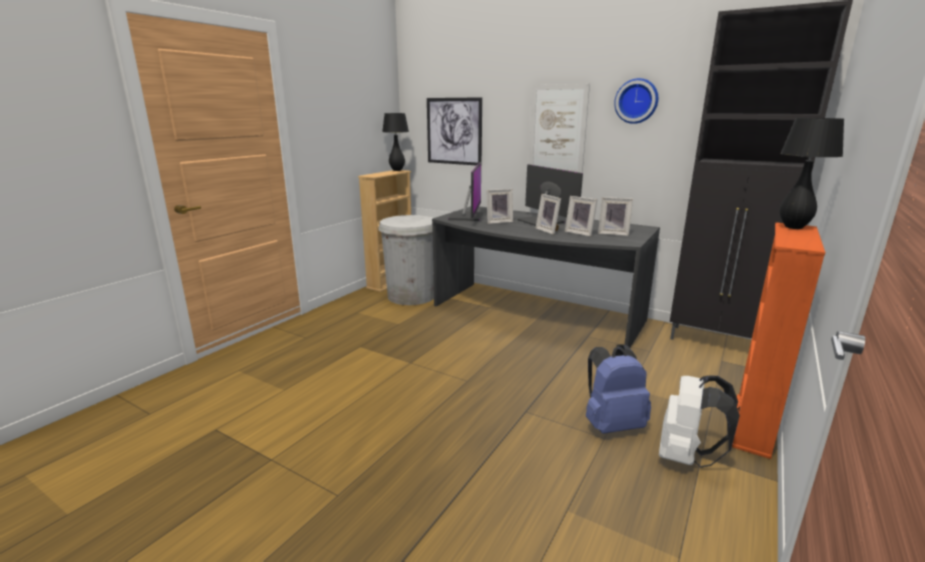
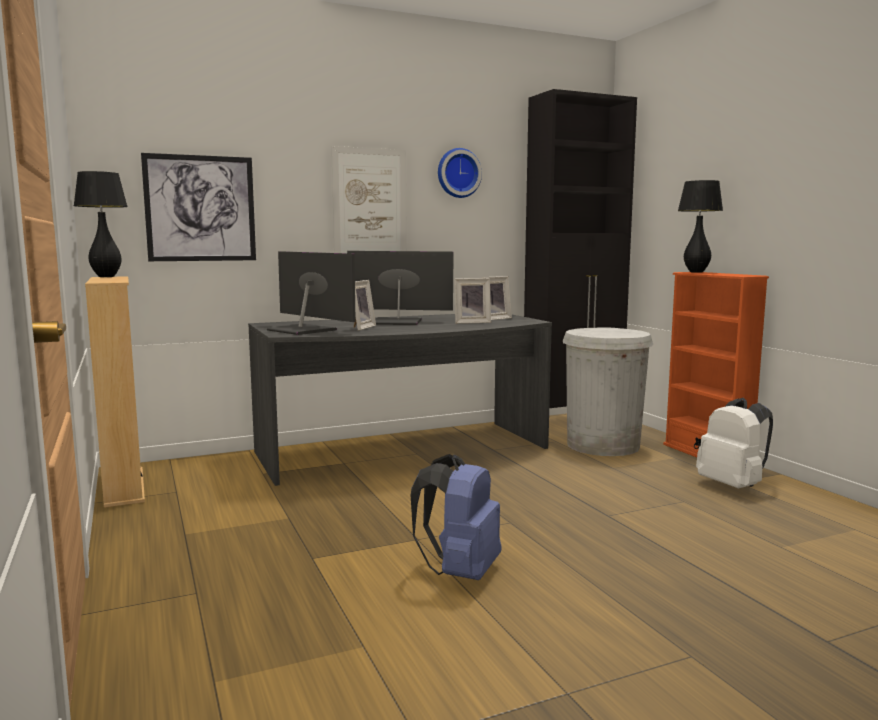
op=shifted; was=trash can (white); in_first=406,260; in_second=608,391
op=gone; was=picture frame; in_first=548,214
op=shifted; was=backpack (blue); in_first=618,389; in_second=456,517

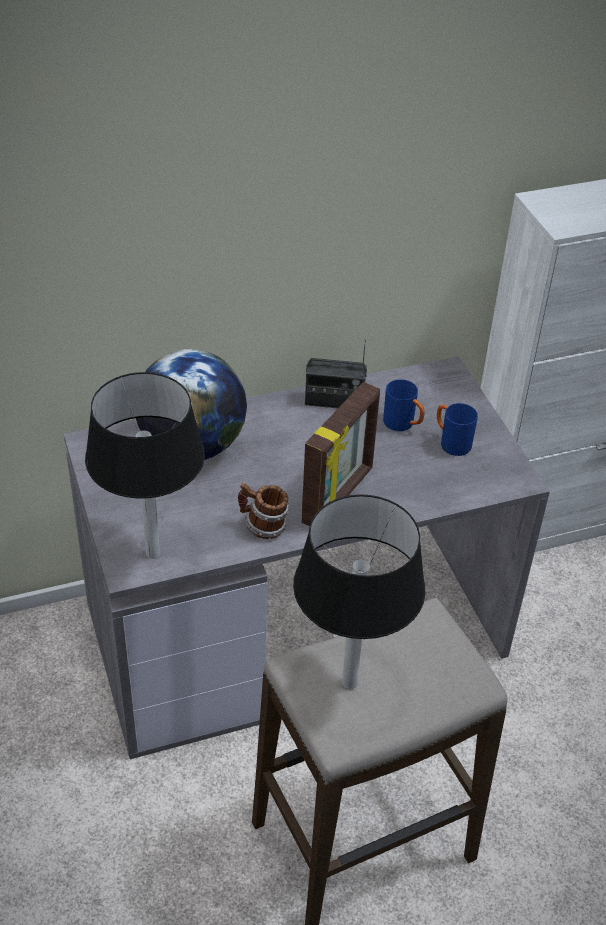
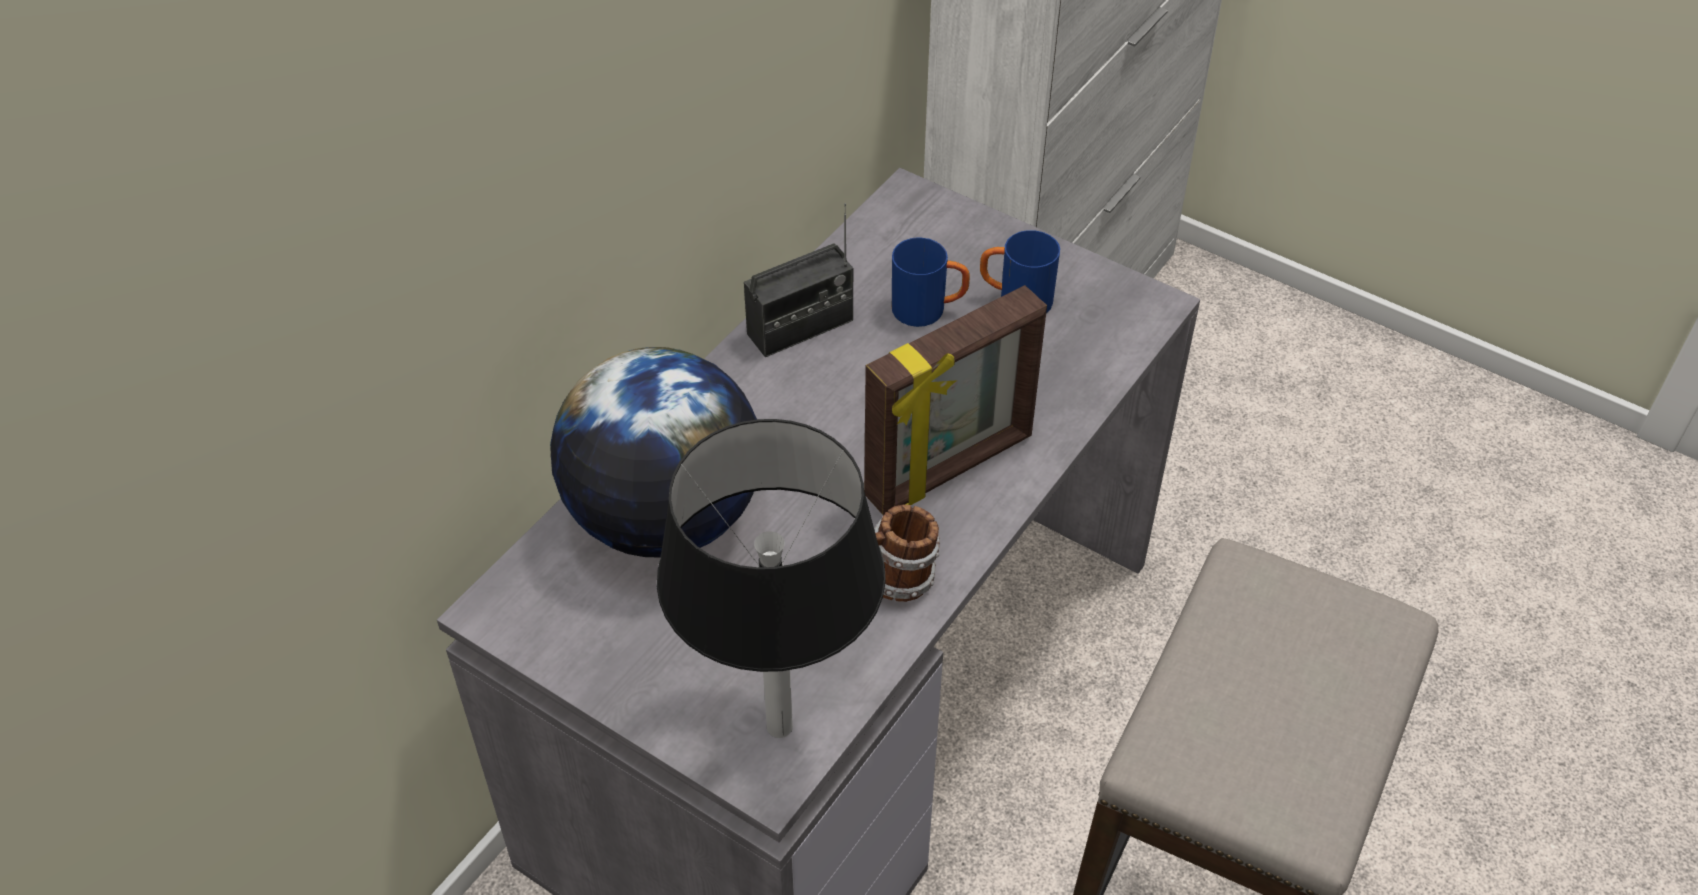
op=gone; was=table lamp (black); in_first=359,591
op=rotated; was=picture frame; in_first=340,454; in_second=955,400; clockwise=60

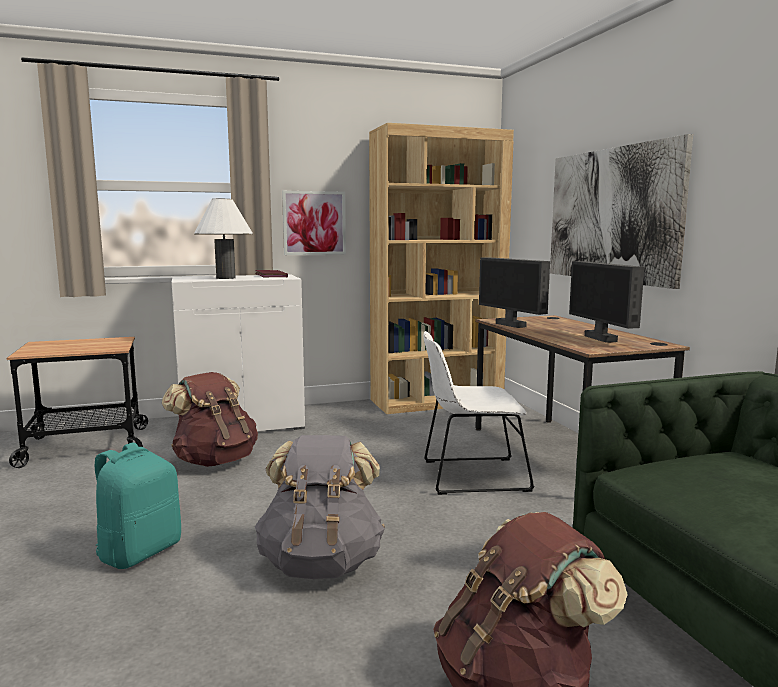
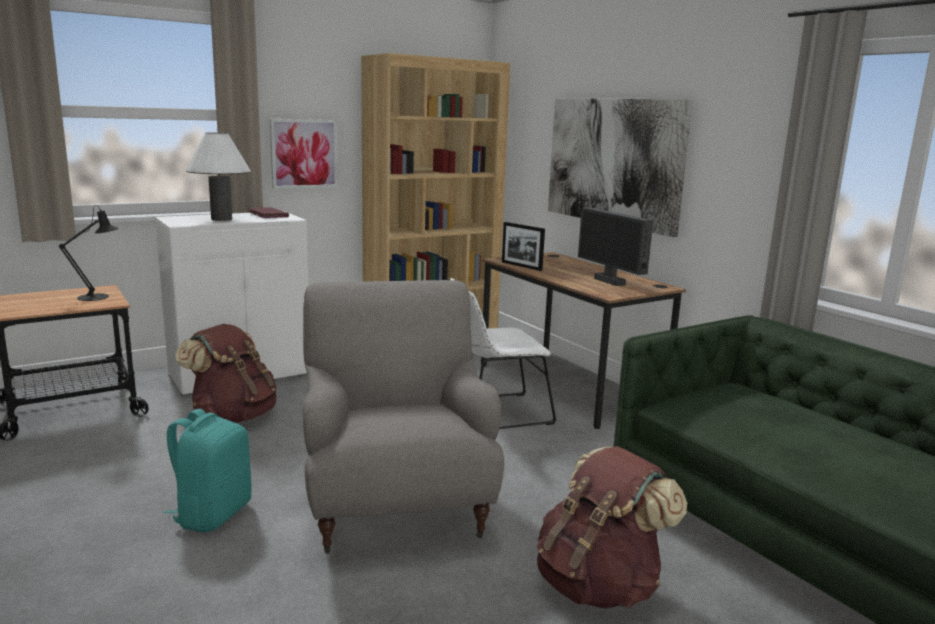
op=swapped; was=backpack (grey); now=armchair (grey); in_first=320,507; in_second=403,417
op=swapped; was=monitor; now=picture frame; in_first=514,292; in_second=523,246
op=new; now=table lamp (black); in_second=88,253

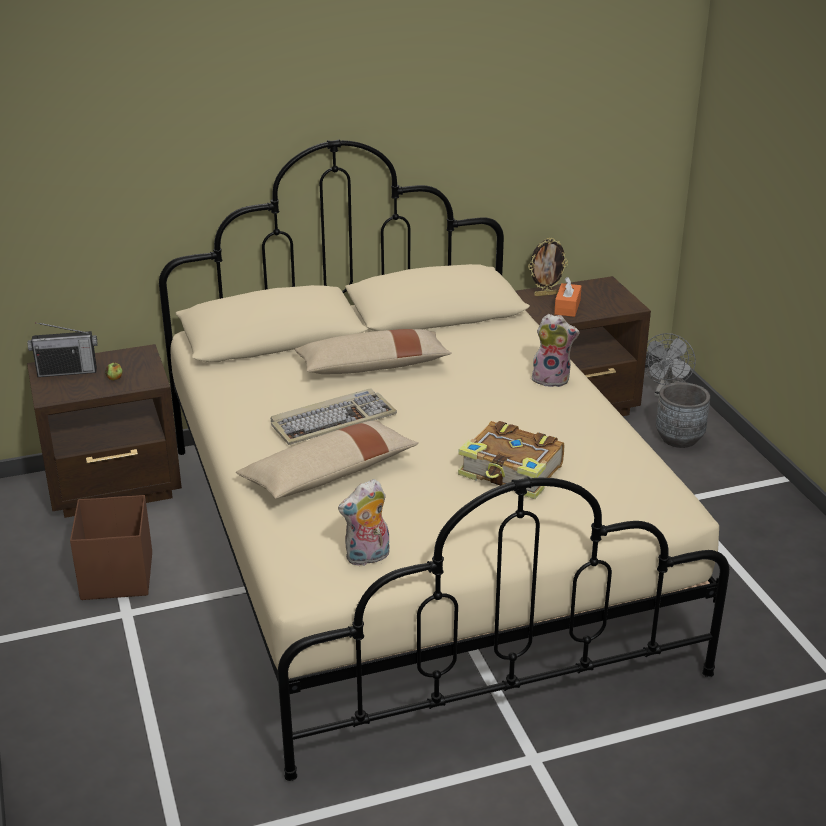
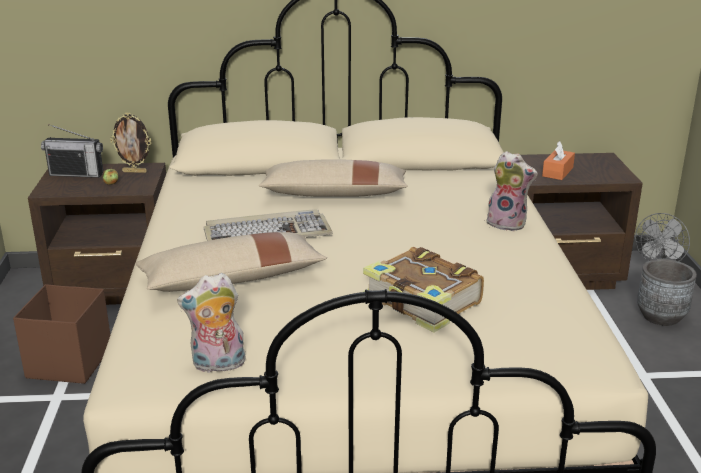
op=shifted; was=picture frame; in_first=548,267; in_second=130,143

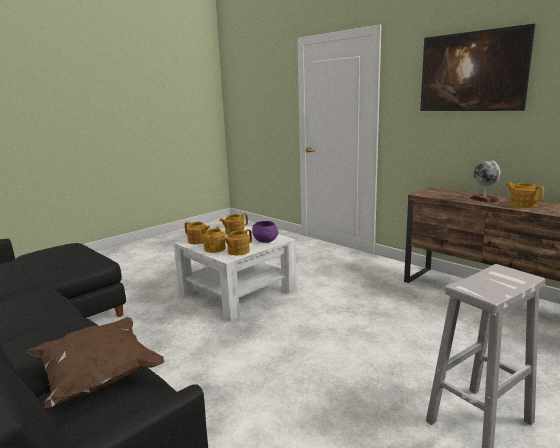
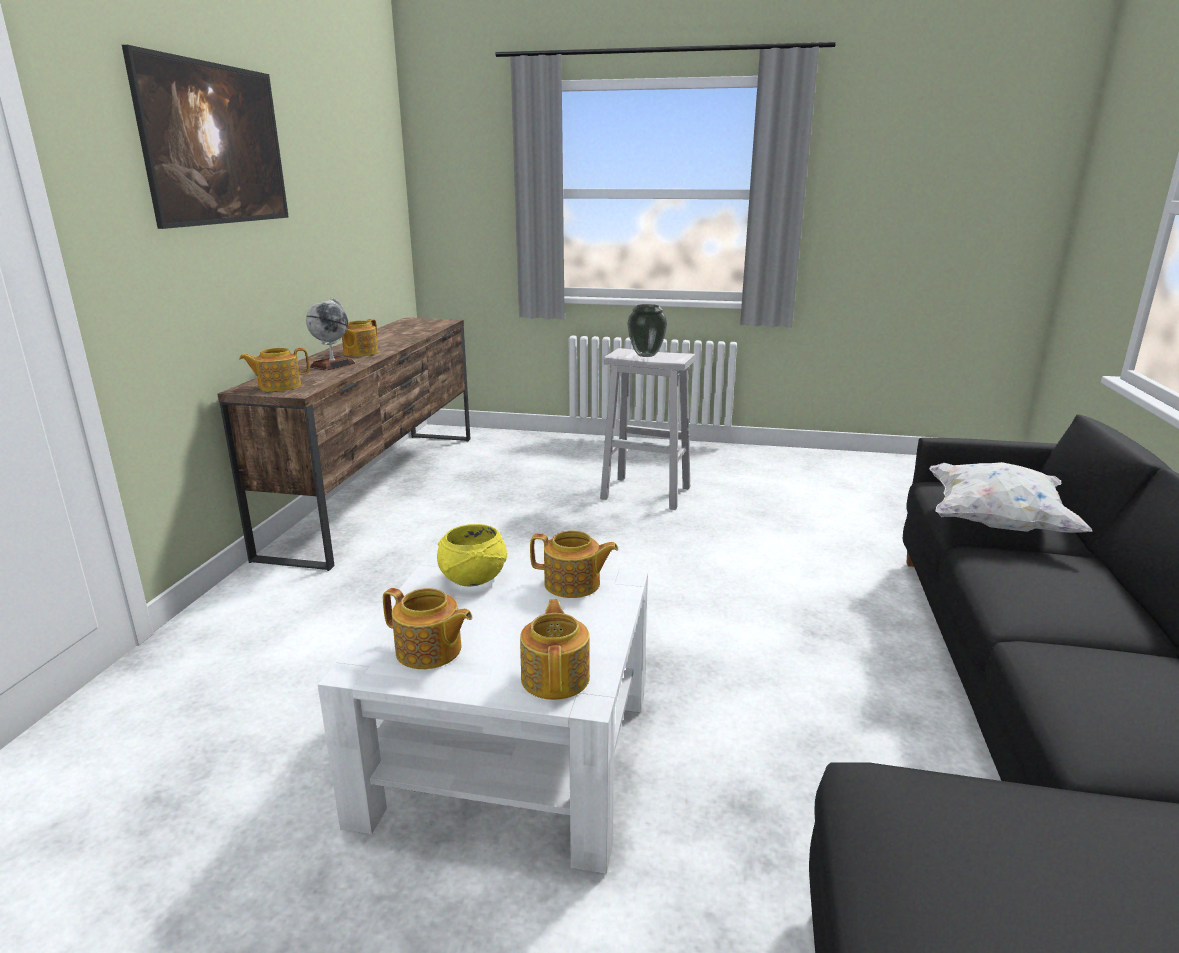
op=repainted; was=pillow (brown); now=pillow (white); in_first=96,362; in_second=1011,497
op=shifted; was=teapot; in_first=214,239; in_second=274,369
op=repainted; was=bowl (purple); now=bowl (yellow); in_first=265,232; in_second=472,555
op=new; now=vase; in_second=647,330

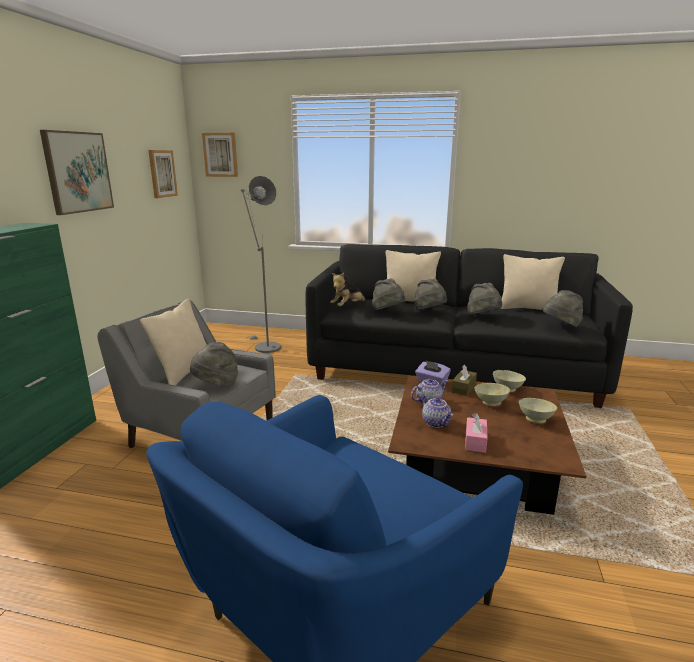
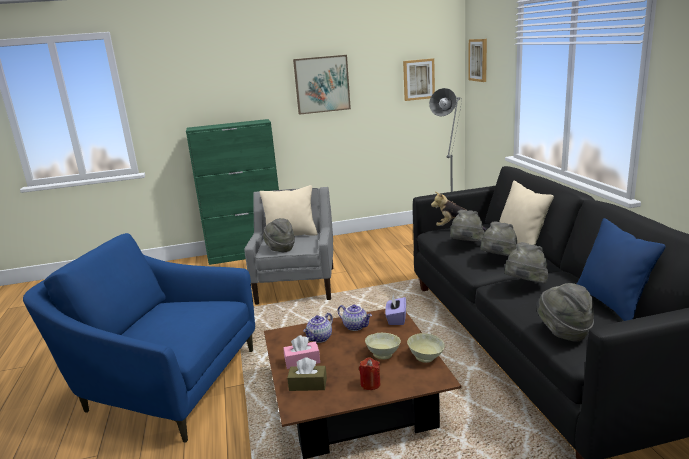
op=shifted; was=tissue box (brown); in_first=464,380; in_second=307,374
op=repainted; was=pillow (beige); now=pillow (blue); in_first=532,282; in_second=621,269
op=swapped; was=bowl (beige); now=candle (red); in_first=538,411; in_second=370,373

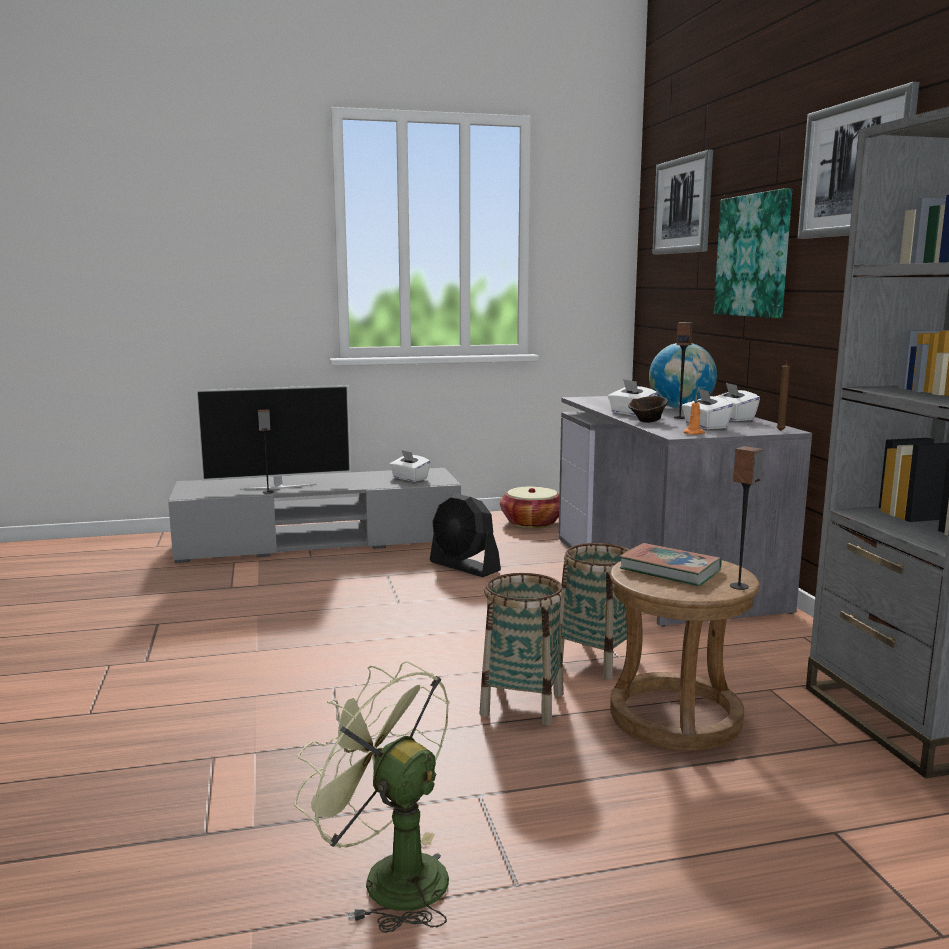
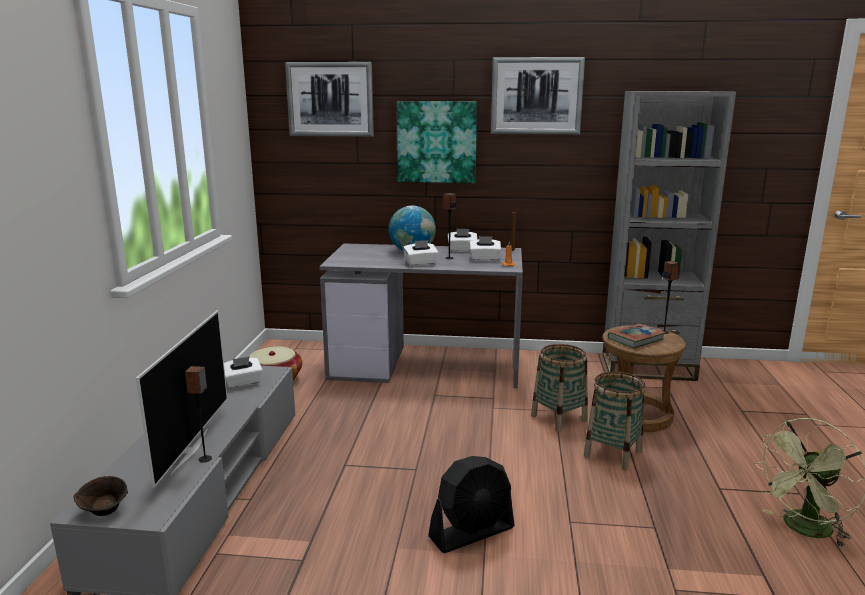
op=shifted; was=fan (black); in_first=465,535; in_second=471,504
op=shifted; was=bowl (brown); in_first=648,409; in_second=101,496

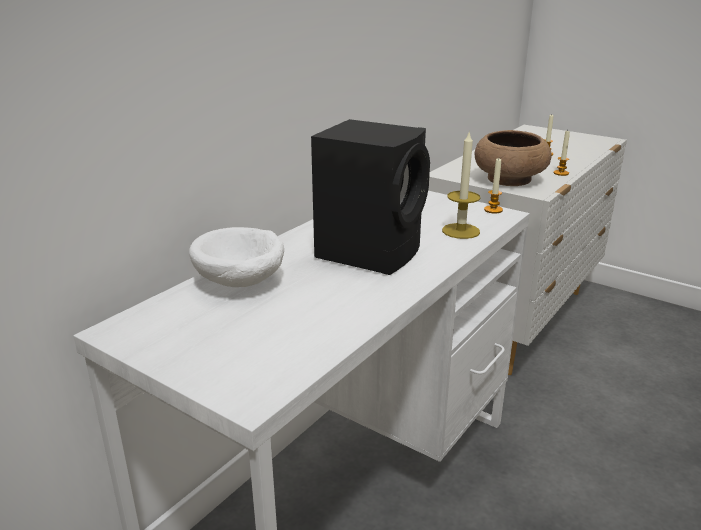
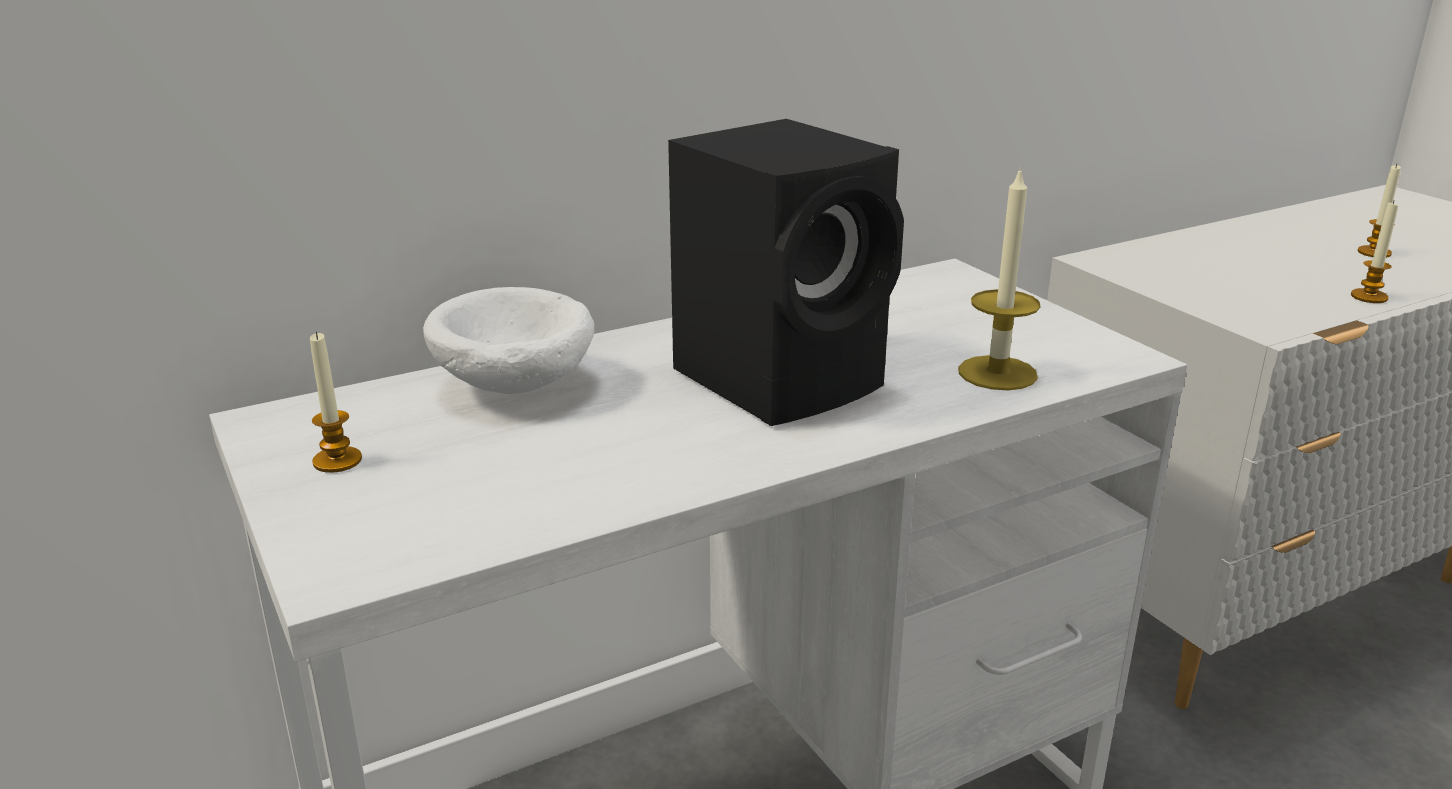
op=gone; was=bowl (brown); in_first=513,158
op=shifted; was=candle; in_first=493,186; in_second=336,402

